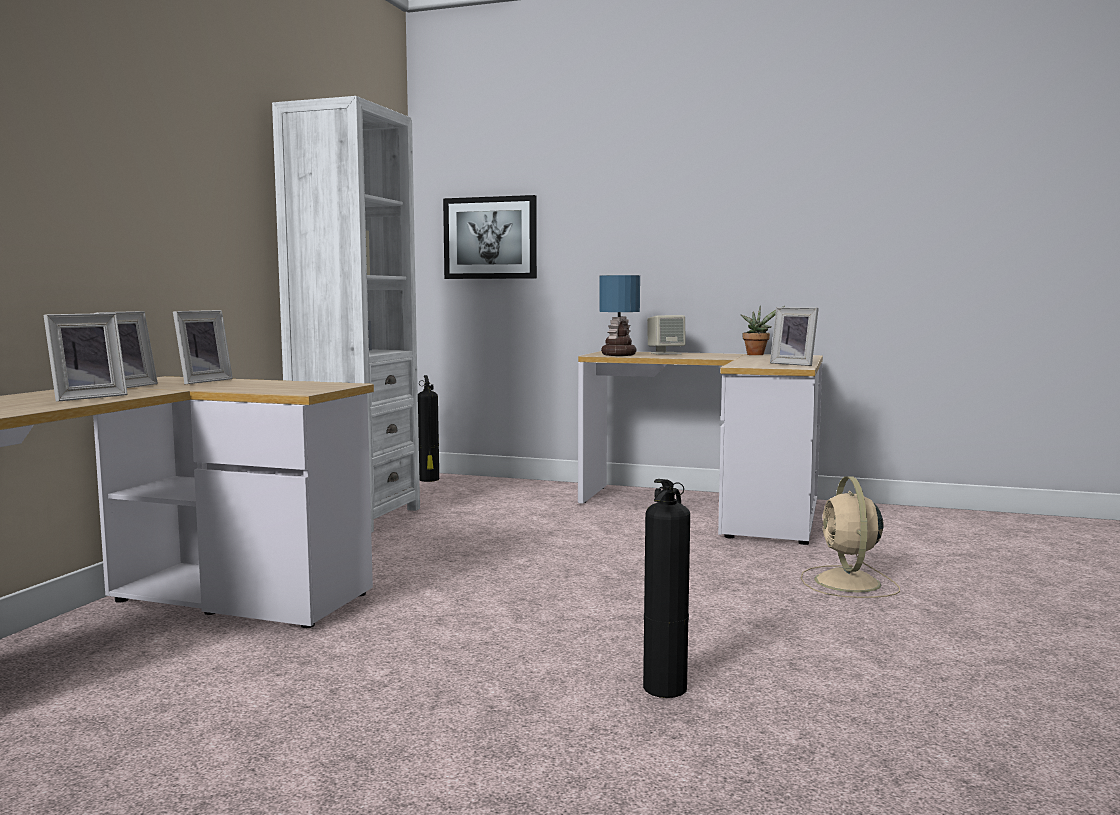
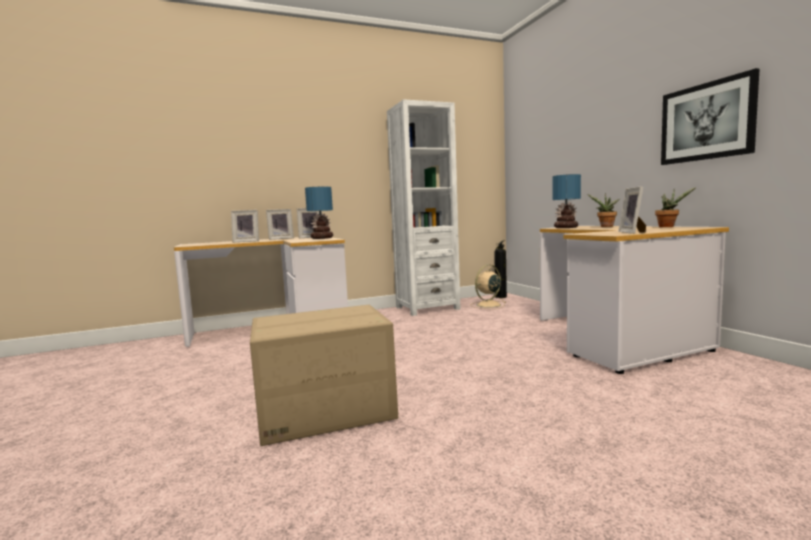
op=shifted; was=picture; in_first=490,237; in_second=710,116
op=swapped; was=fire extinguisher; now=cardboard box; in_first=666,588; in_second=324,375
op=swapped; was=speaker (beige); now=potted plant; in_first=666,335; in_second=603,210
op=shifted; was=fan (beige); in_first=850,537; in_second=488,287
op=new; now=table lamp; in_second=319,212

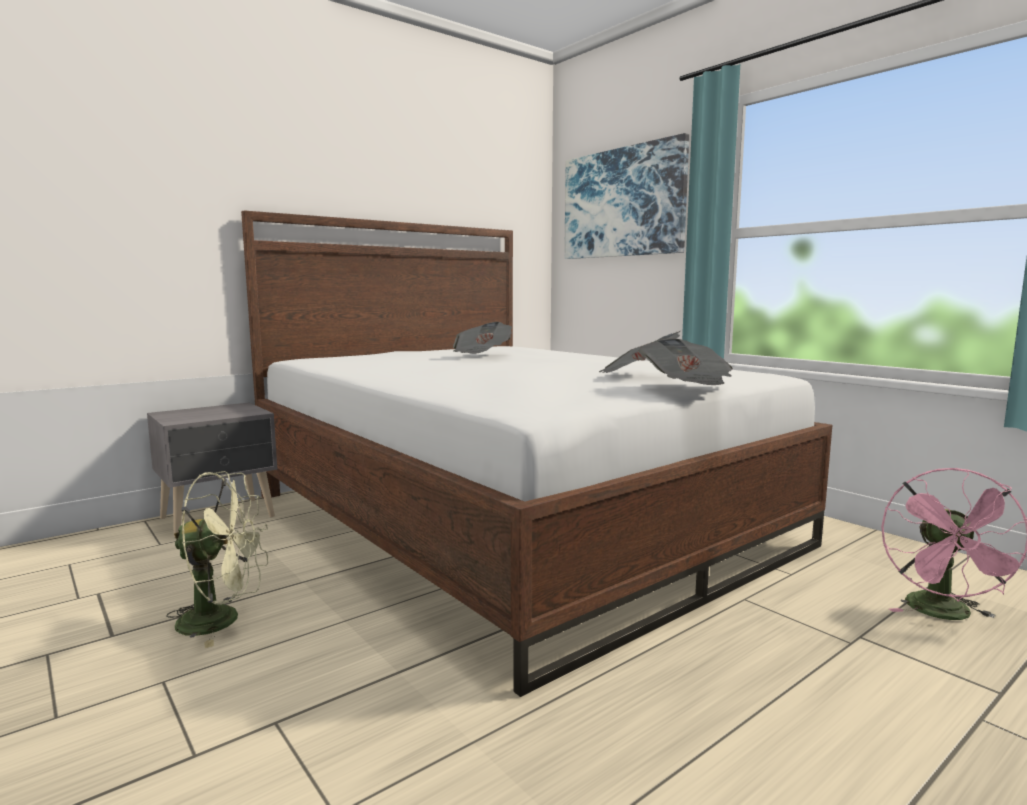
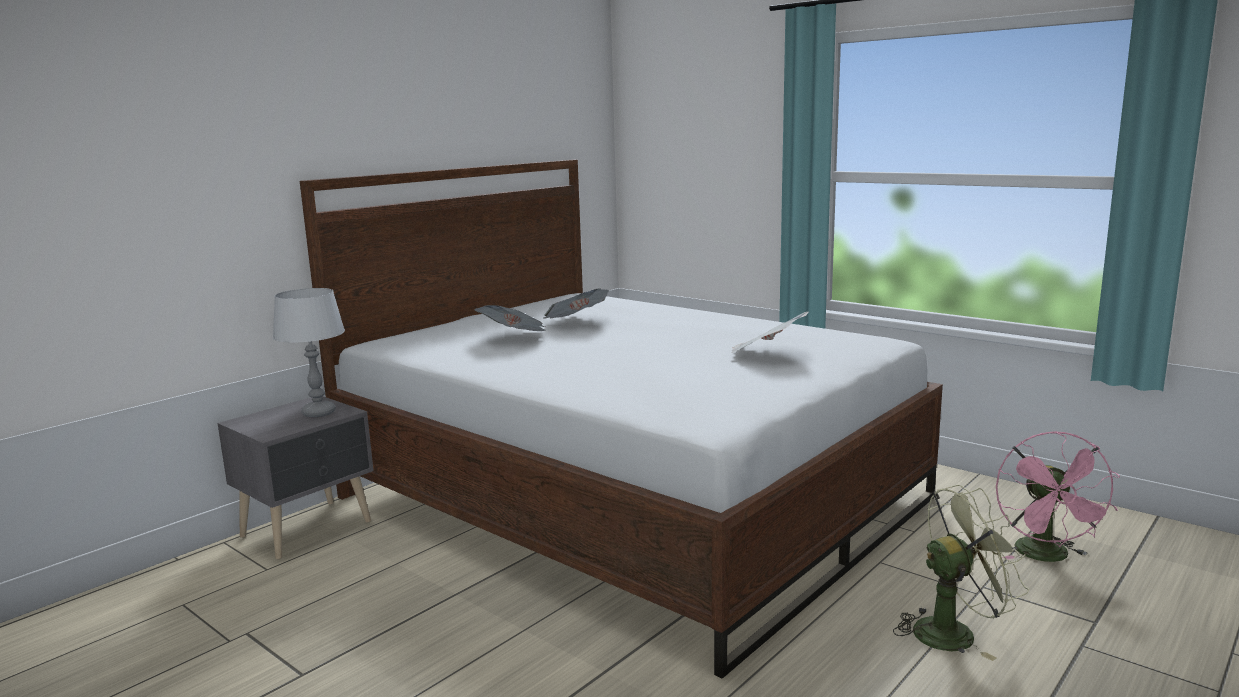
op=shifted; was=fan (green); in_first=217,559; in_second=961,573
op=gone; was=picture; in_first=626,196
op=shifted; was=newspaper; in_first=686,361; in_second=510,318
op=new; now=table lamp (grey); in_second=309,352

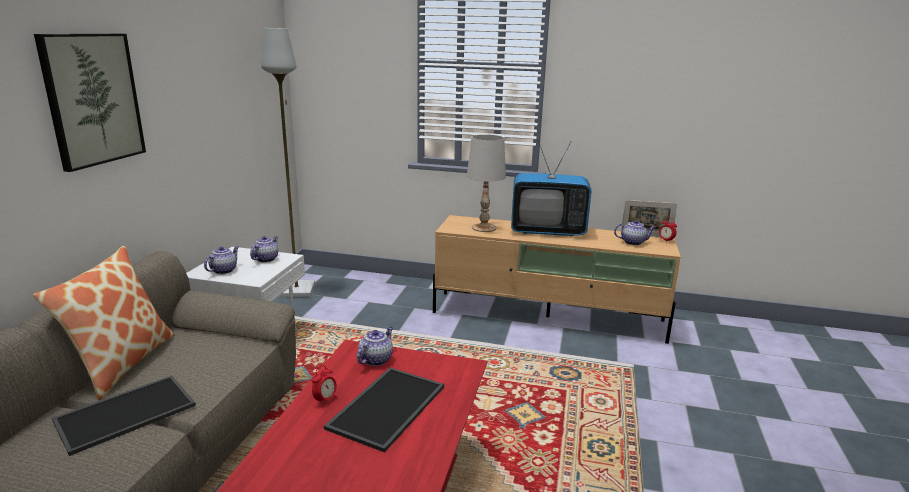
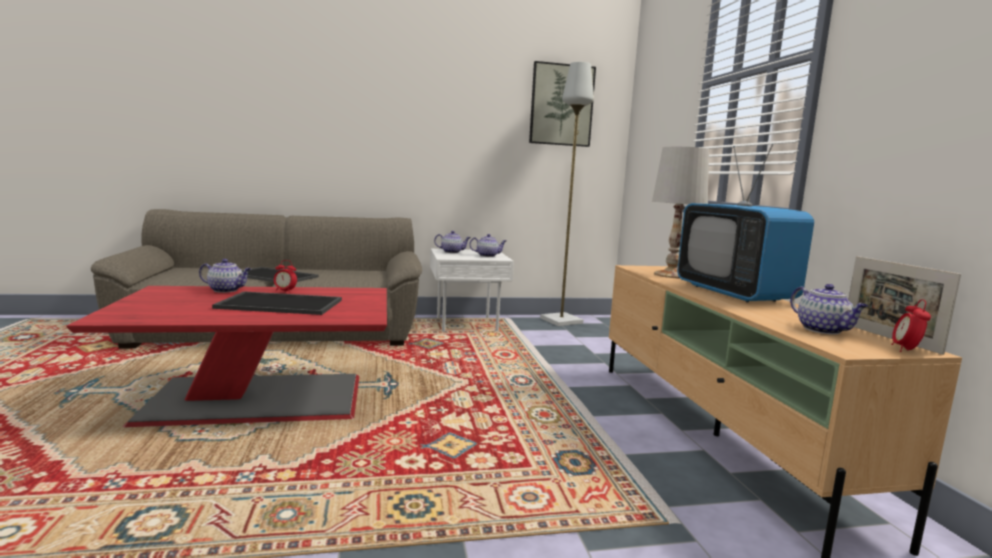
op=gone; was=pillow; in_first=103,323
op=shifted; was=picture; in_first=90,103; in_second=562,104
op=shifted; was=teapot; in_first=375,346; in_second=225,276

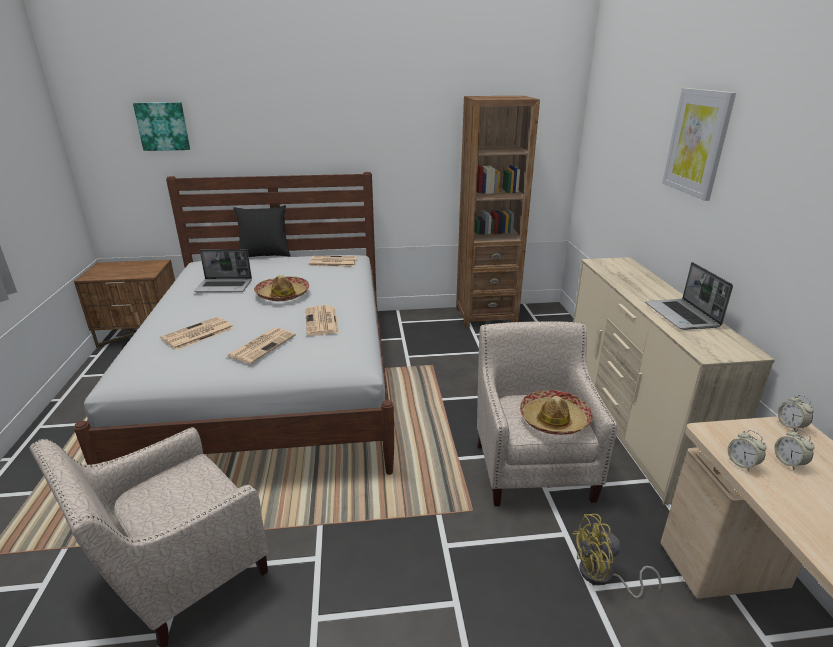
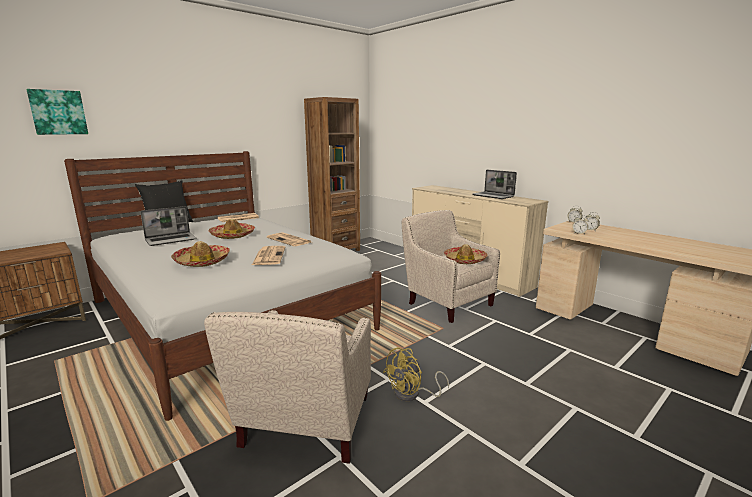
op=swapped; was=newspaper; now=hat; in_first=197,333; in_second=200,254
op=shifted; was=fan (yellow); in_first=617,556; in_second=416,374
op=gone; was=picture; in_first=699,144

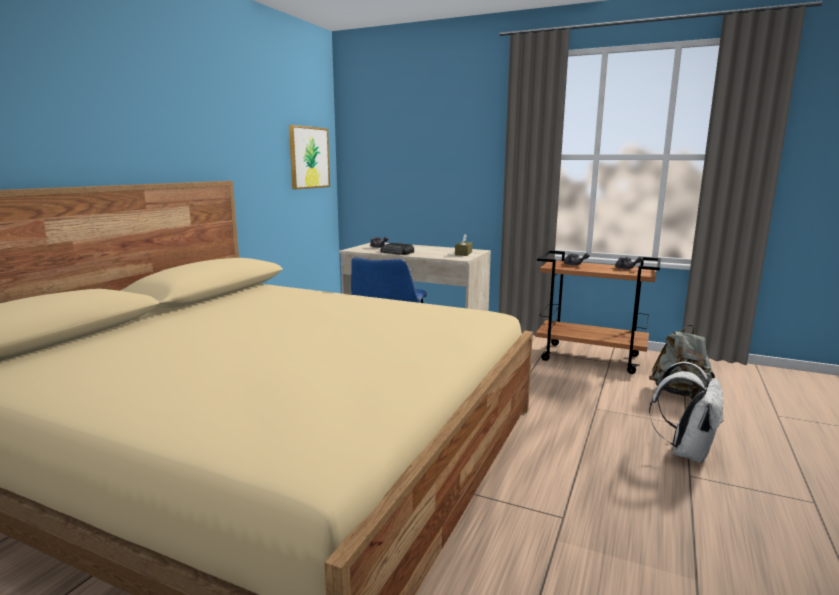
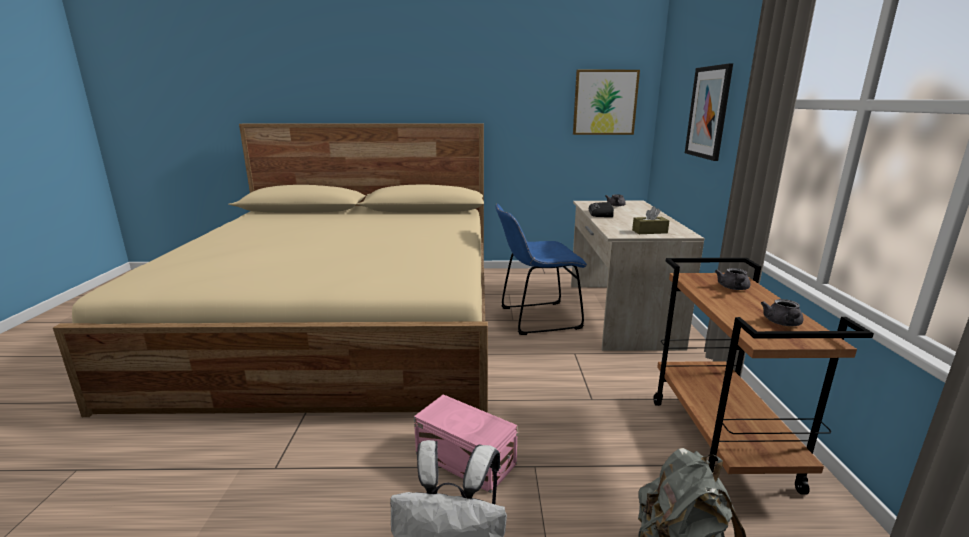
op=new; now=storage box (pink); in_second=466,443
op=new; now=picture; in_second=709,112

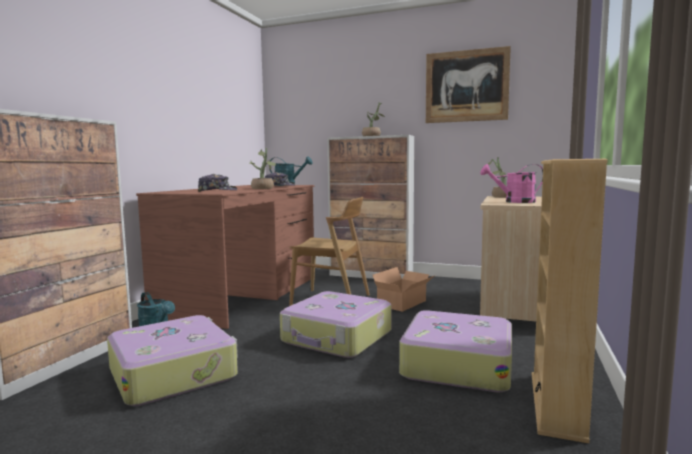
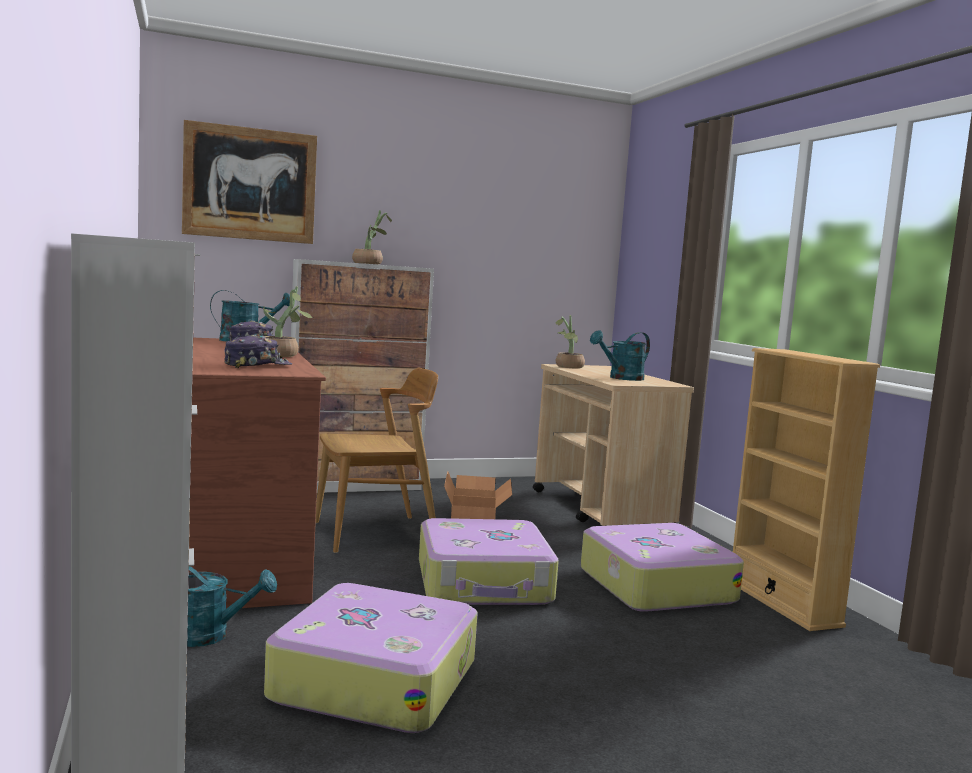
op=shifted; was=picture; in_first=468,84; in_second=249,182
op=repainted; was=watering can (pink); now=watering can (turquoise); in_first=511,183; in_second=620,355

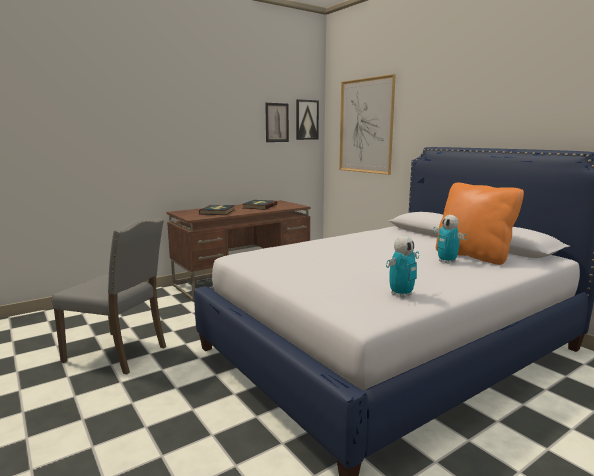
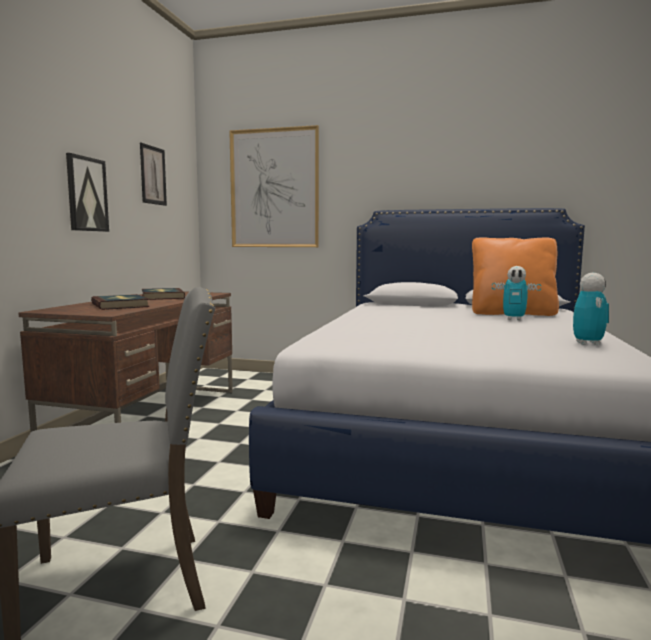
op=shifted; was=picture; in_first=307,119; in_second=87,192

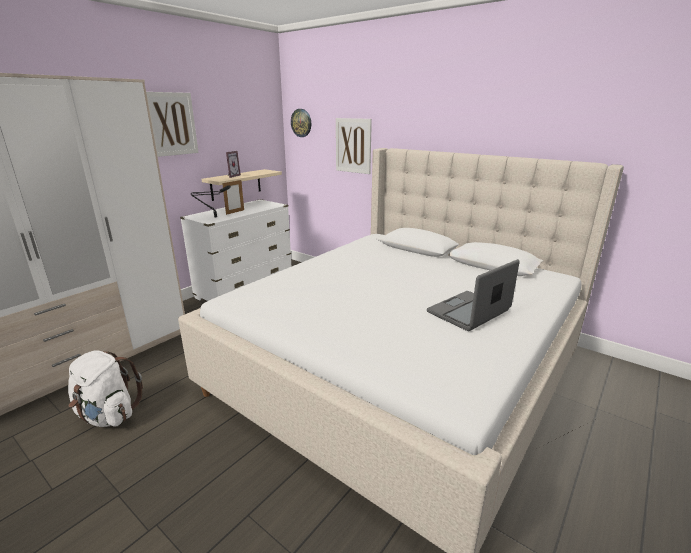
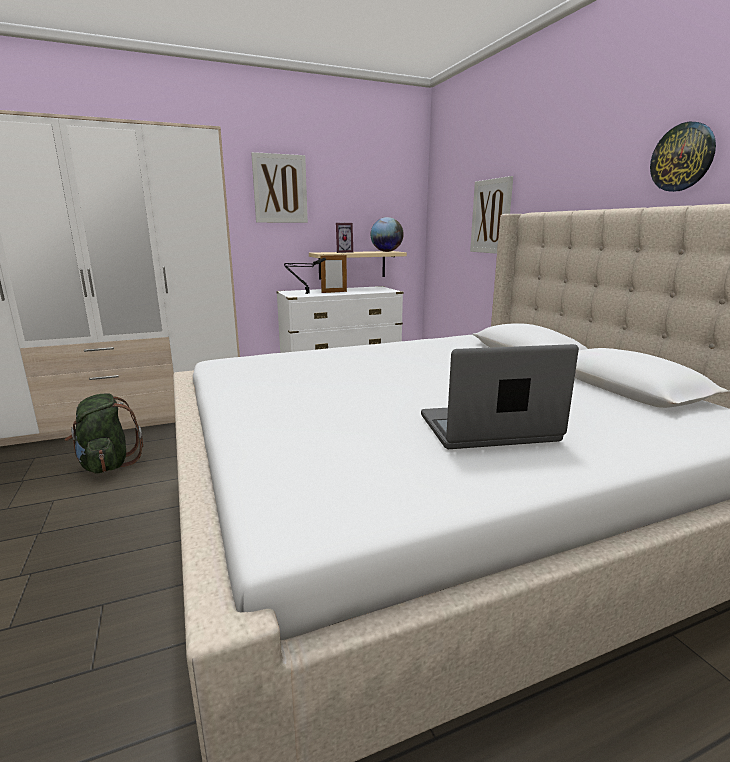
op=repainted; was=backpack (white); now=backpack (green); in_first=105,388; in_second=103,433
op=shifted; was=wall clock; in_first=301,123; in_second=683,157
op=new; now=globe; in_second=387,234

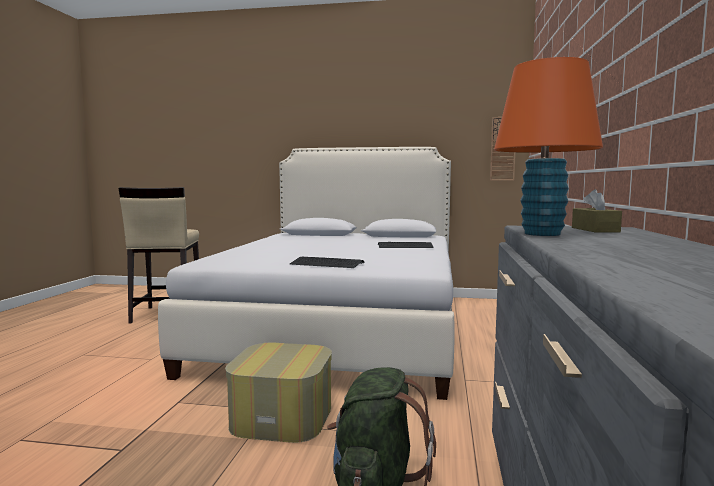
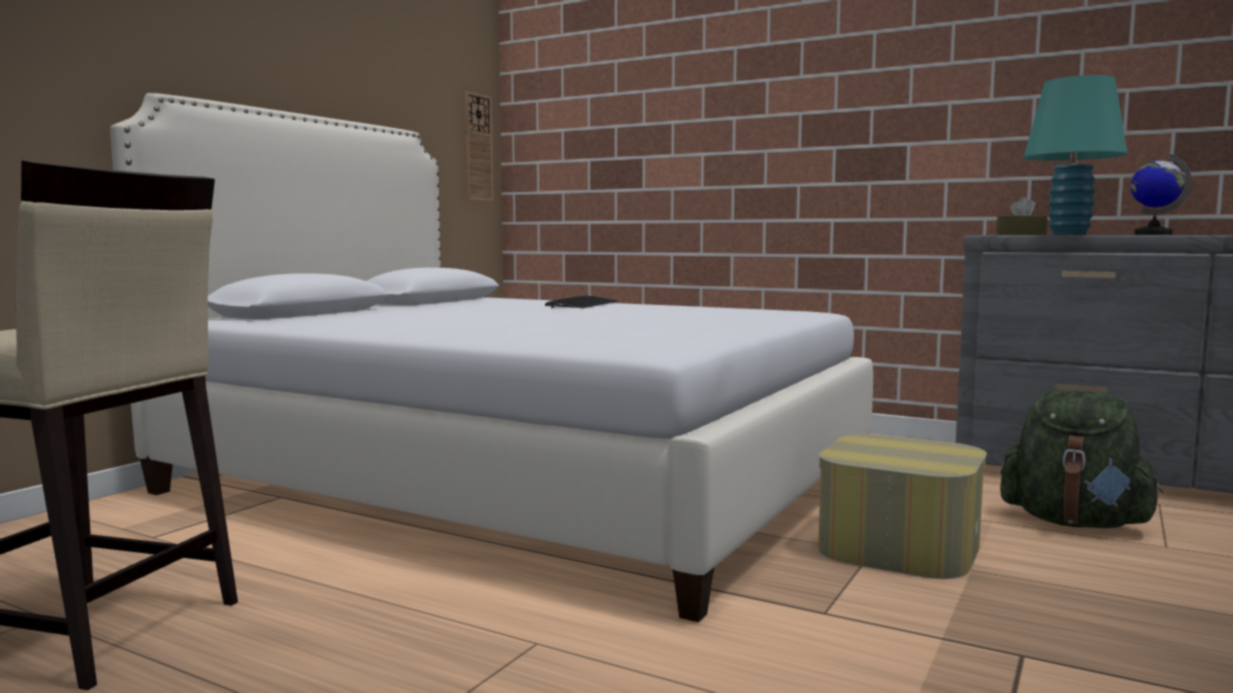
op=gone; was=keyboard; in_first=327,262
op=repainted; was=table lamp (orange); now=table lamp (turquoise); in_first=548,146; in_second=1076,155
op=new; now=globe; in_second=1161,194

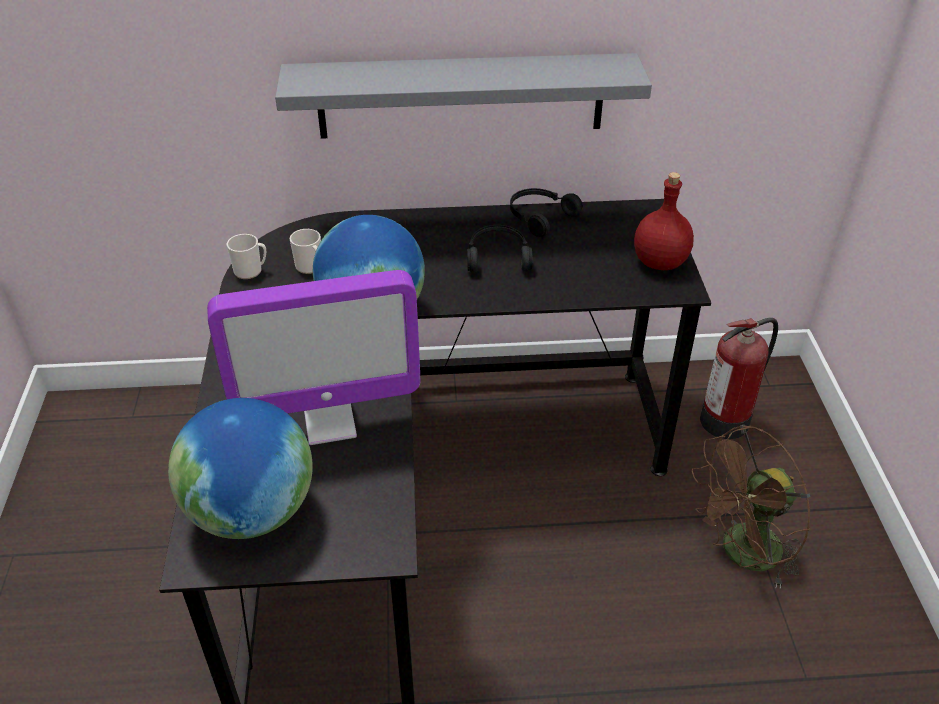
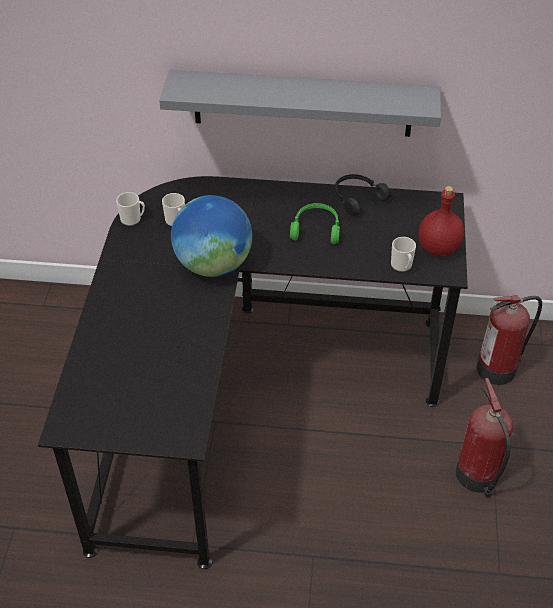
op=gone; was=globe; in_first=240,468
op=gone; was=monitor; in_first=313,357
op=repainted; was=headphones (black); now=headphones (green); in_first=499,249; in_second=315,223
op=swapped; was=fan (brown); now=fire extinguisher; in_first=751,507; in_second=484,438
op=new; now=mug; in_second=403,254

